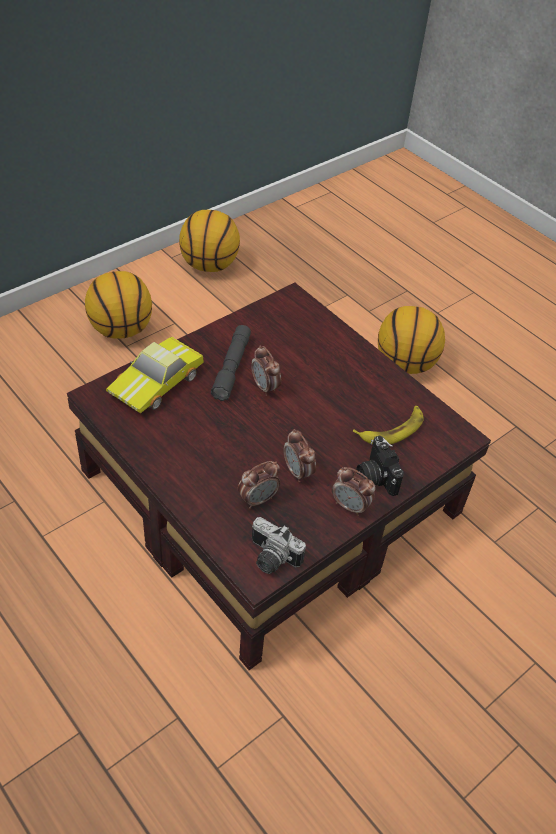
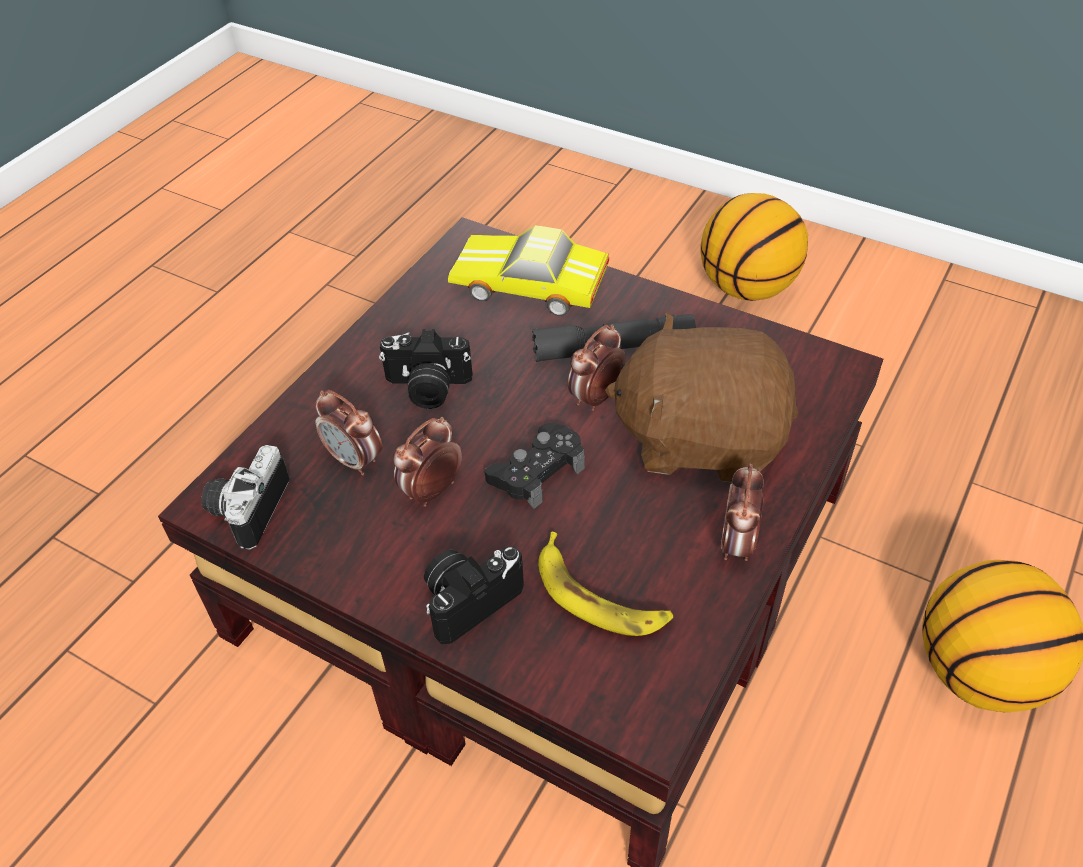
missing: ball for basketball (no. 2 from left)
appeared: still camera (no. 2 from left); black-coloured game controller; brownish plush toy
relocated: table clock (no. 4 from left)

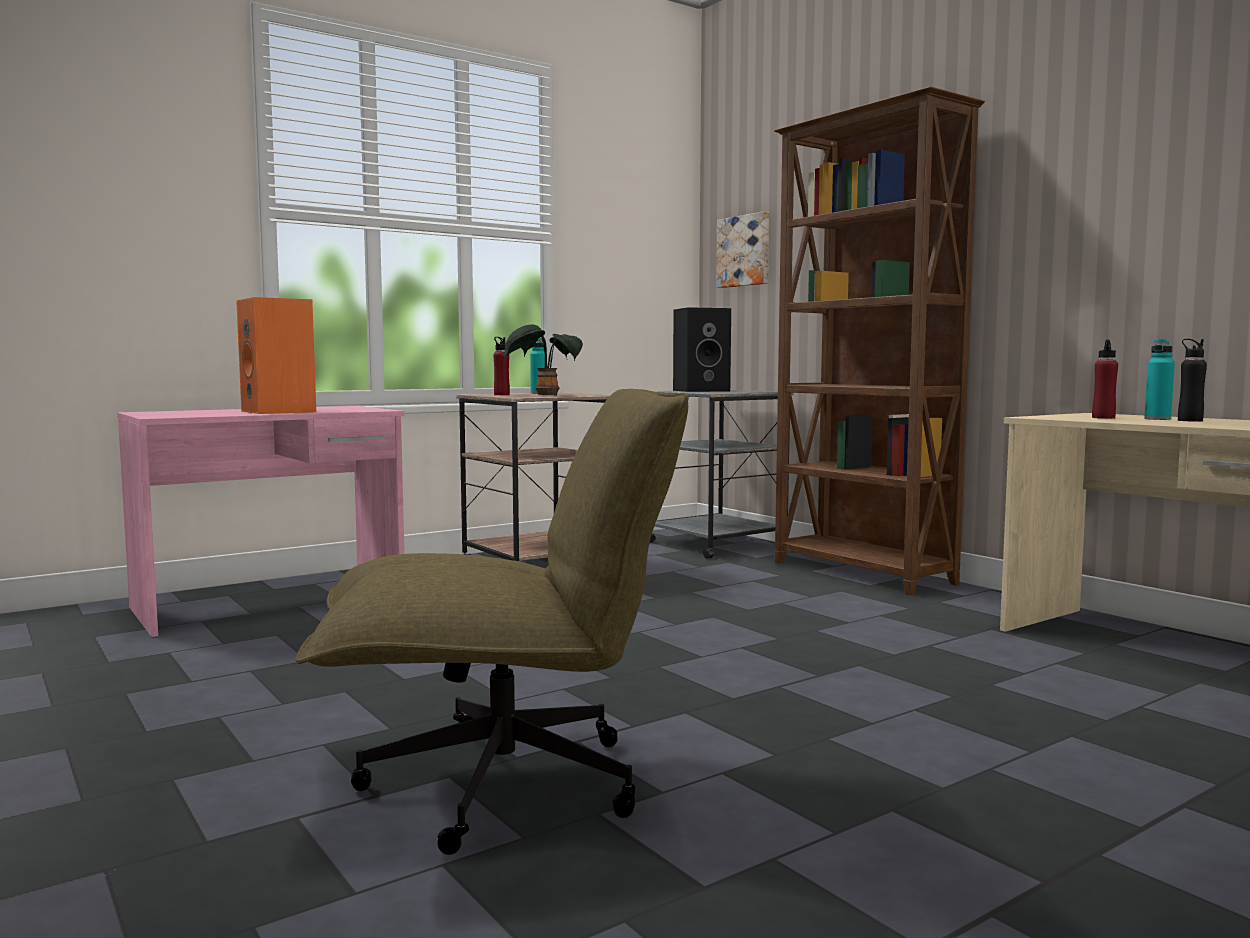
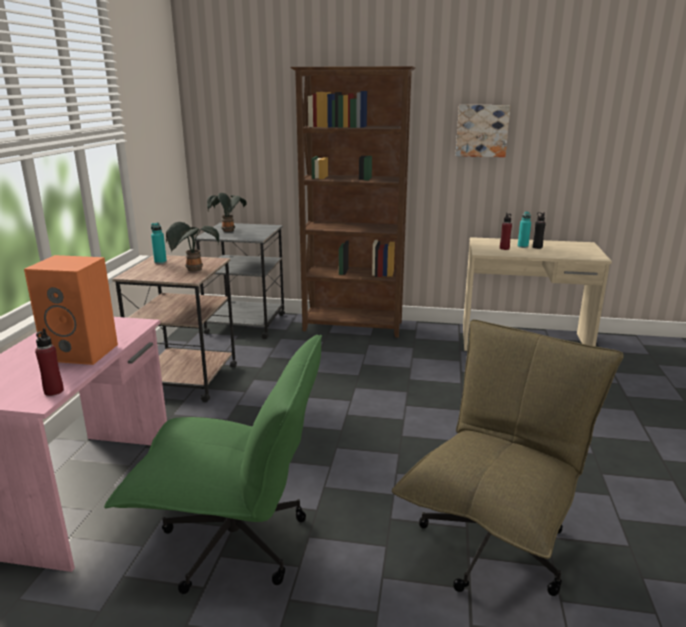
appeared: green-coloured computer chair
relocated: reddish drink bottle (no. 1 from left); picture
exchanged: black-coloured loudspeaker to houseplant (no. 2 from left)

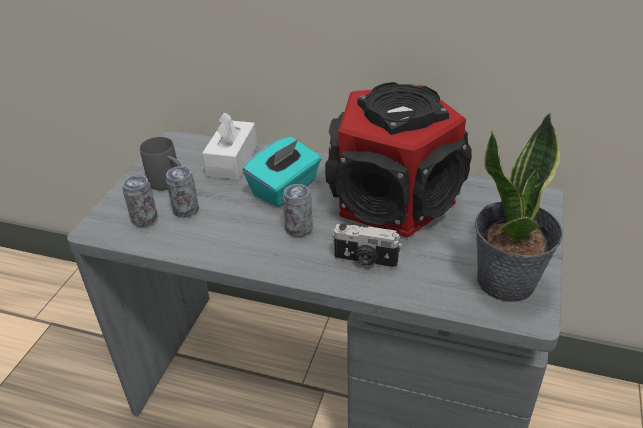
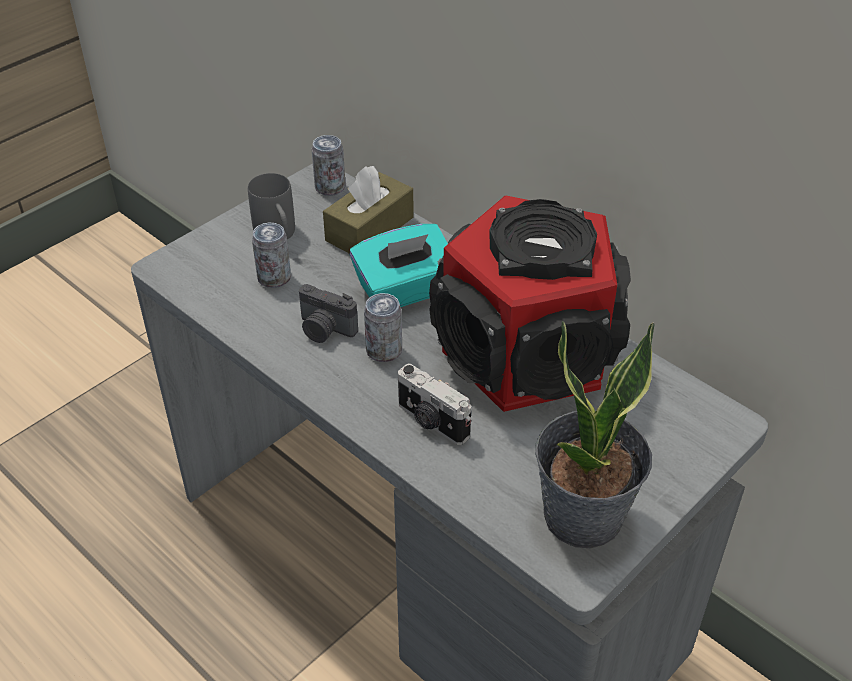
appeared: still camera (no. 1 from left)
relocated: can (no. 1 from left in the first image) to can (no. 2 from left)
colour: white tissue box to brownish tissue box

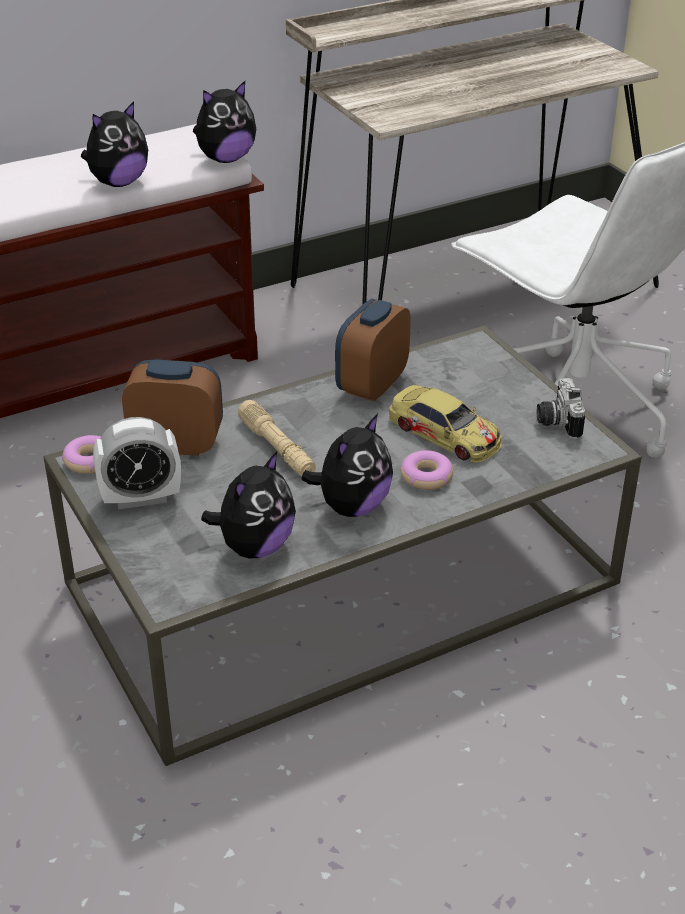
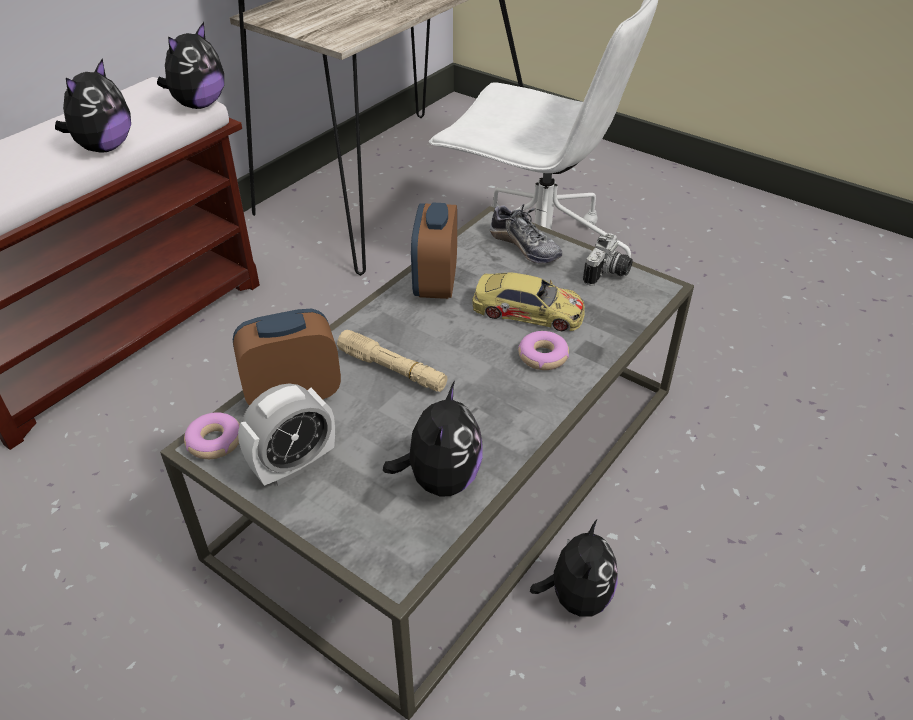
appeared: shoe
relocated: plush toy (no. 4 from left)
spun: still camera 120 degrees counterclockwise

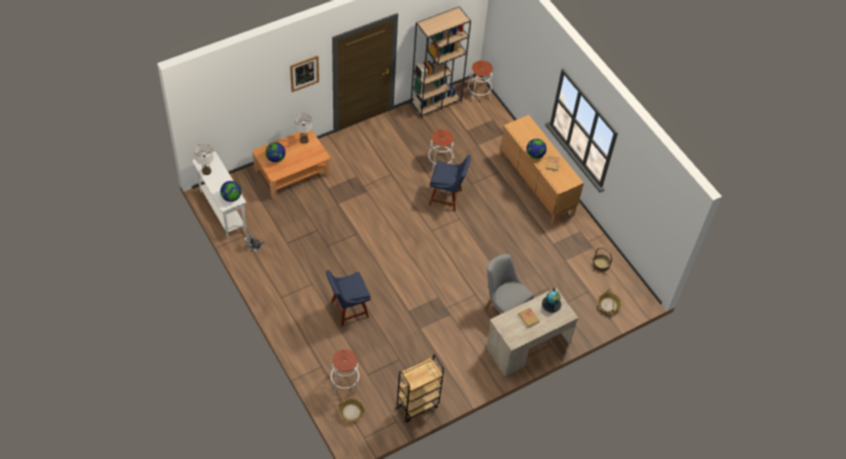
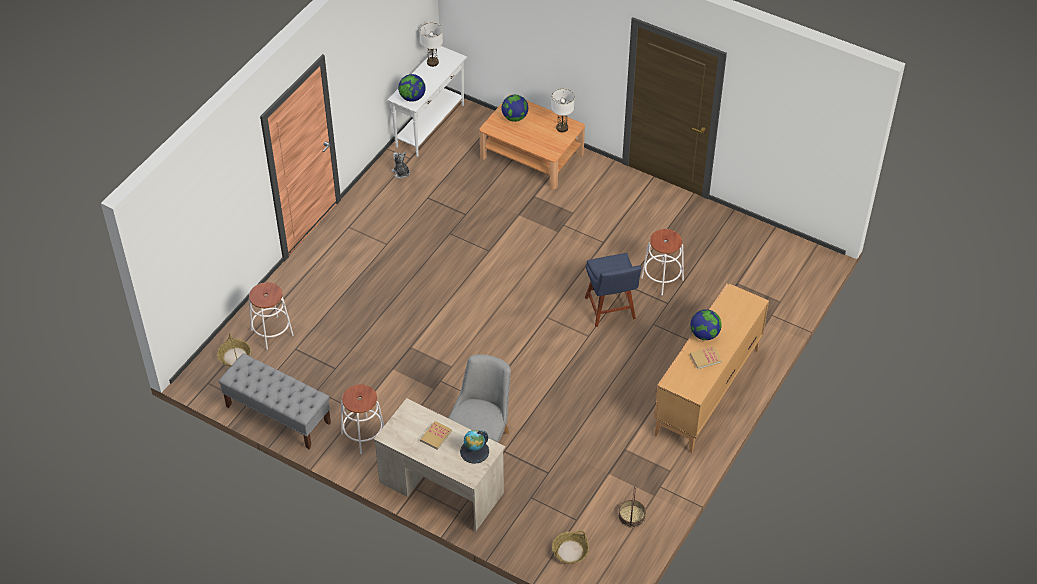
missing: picture; bluish plain chair (no. 1 from left); shelving unit
relocated: white stool (no. 3 from left in the first image) to white stool (no. 2 from left)
exchanged: brownish trolley to greyish bench

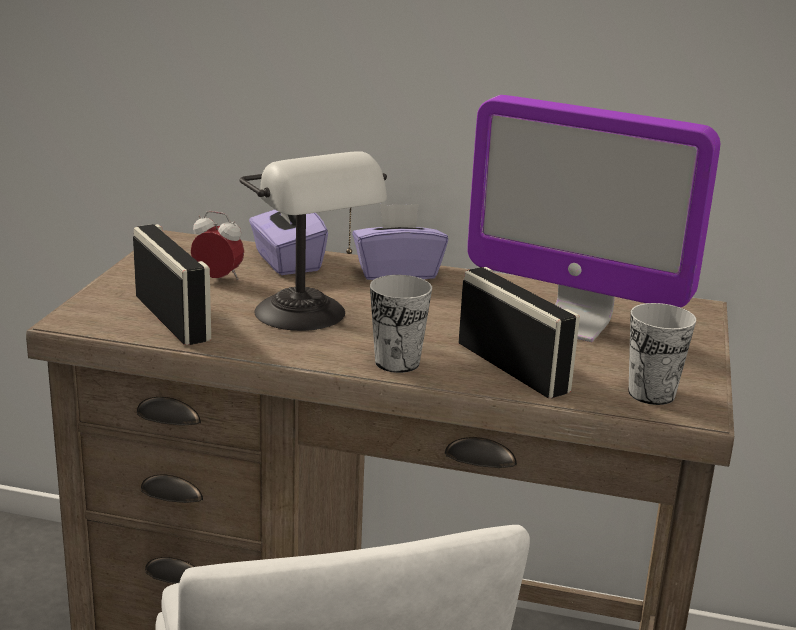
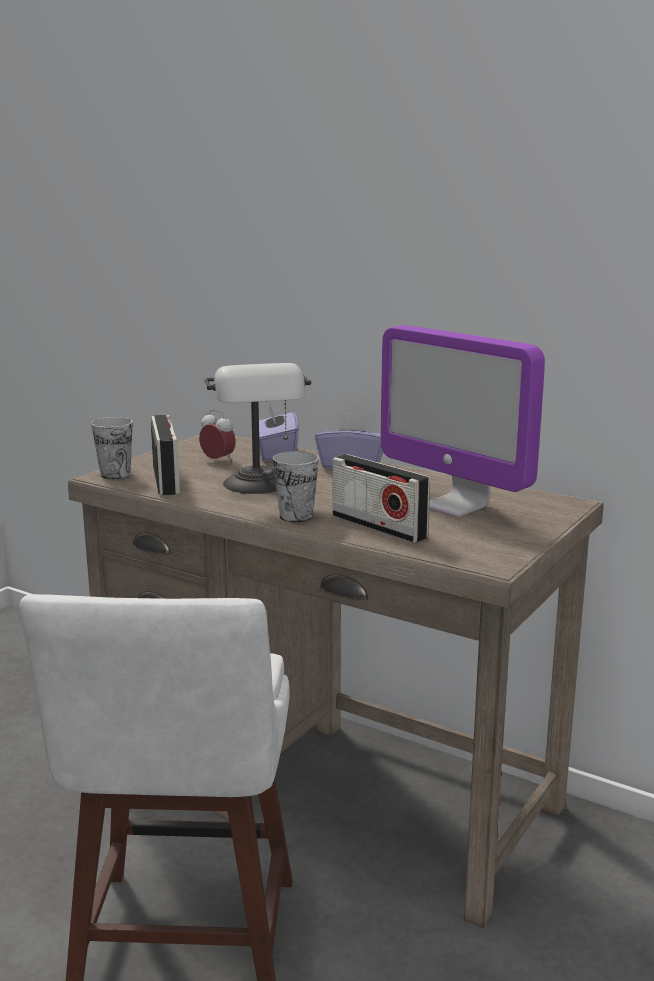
relocated: drinking cup (no. 2 from left in the first image) to drinking cup (no. 1 from left)
spun: radio (no. 2 from left) 150 degrees clockwise

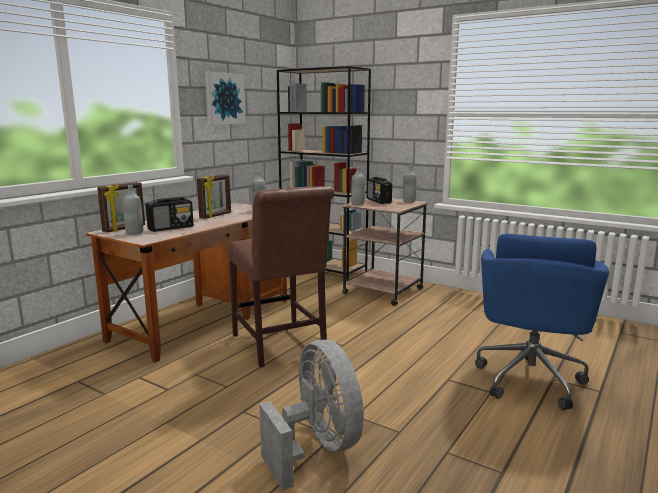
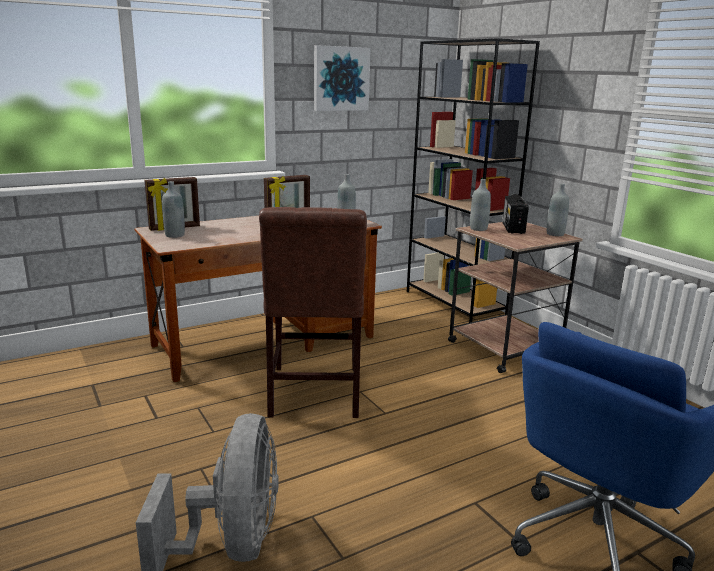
missing: radio (no. 1 from left)

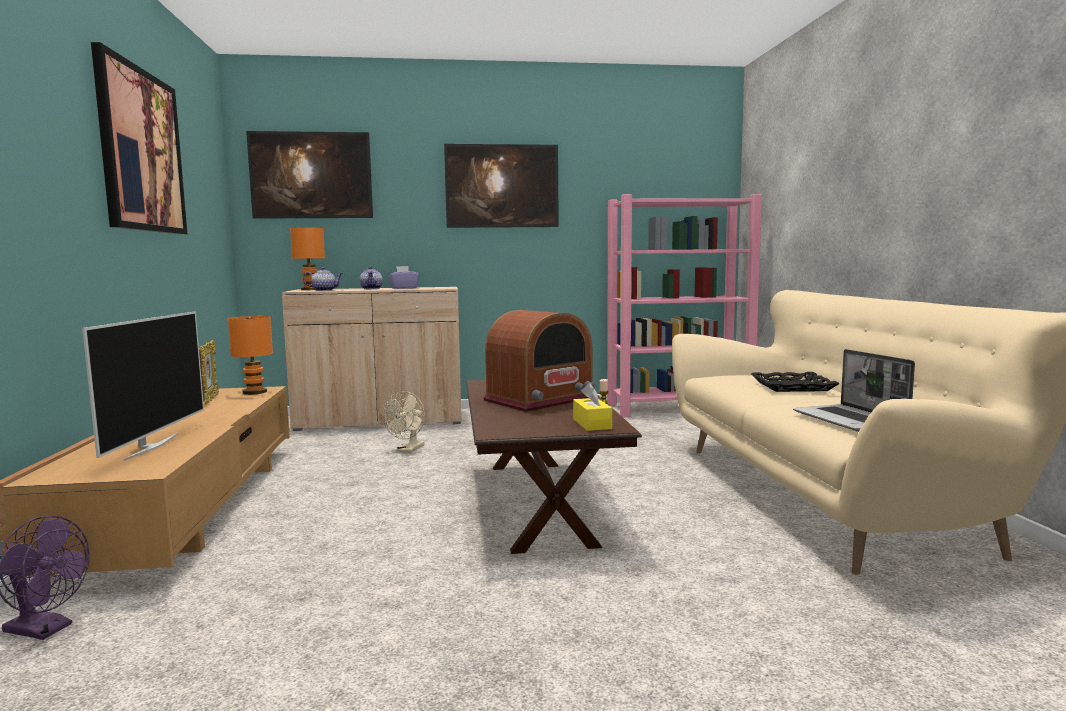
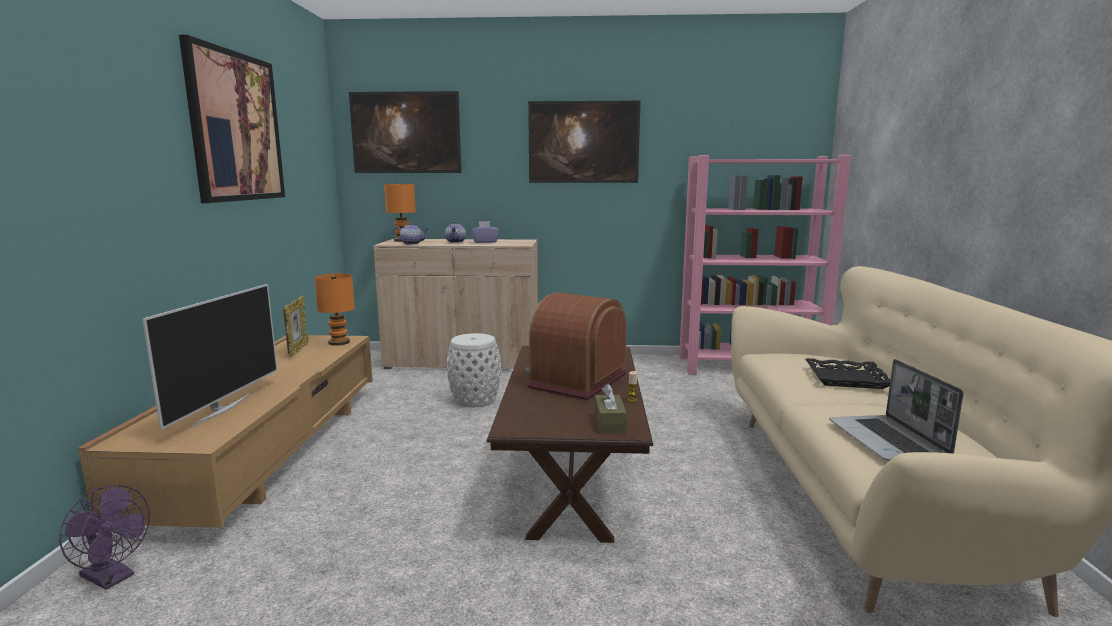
exchanged: sand-coloured electric fan to white stool
colour: yellowish tissue box to brownish tissue box
spun: radio 150 degrees clockwise

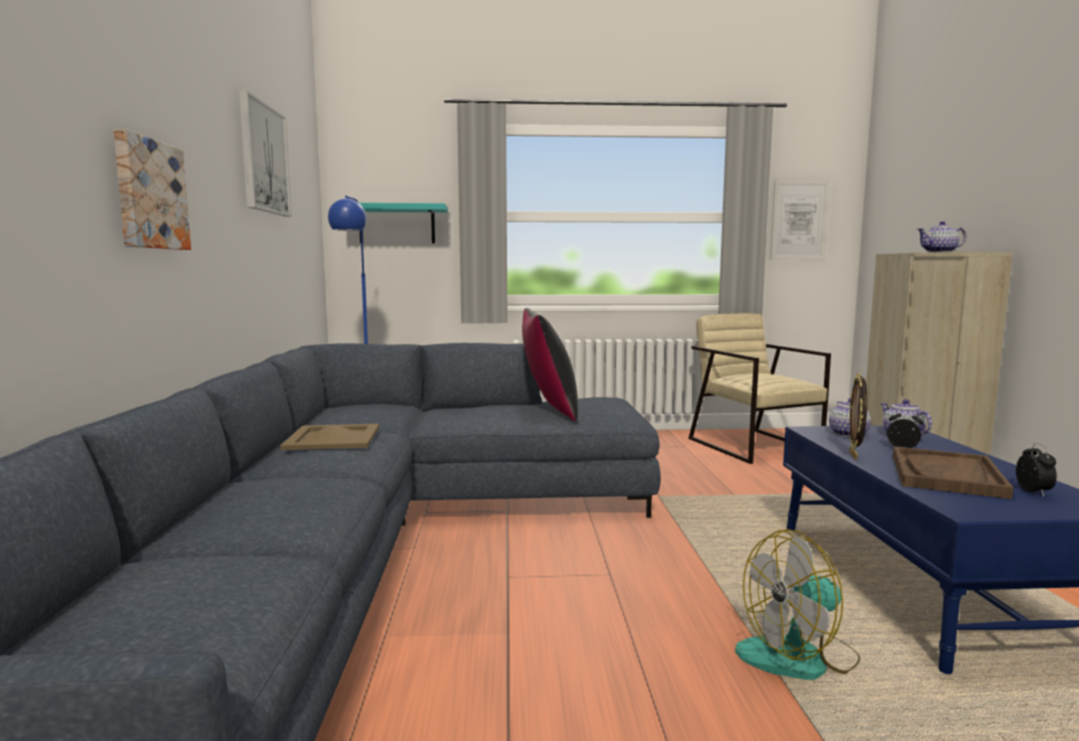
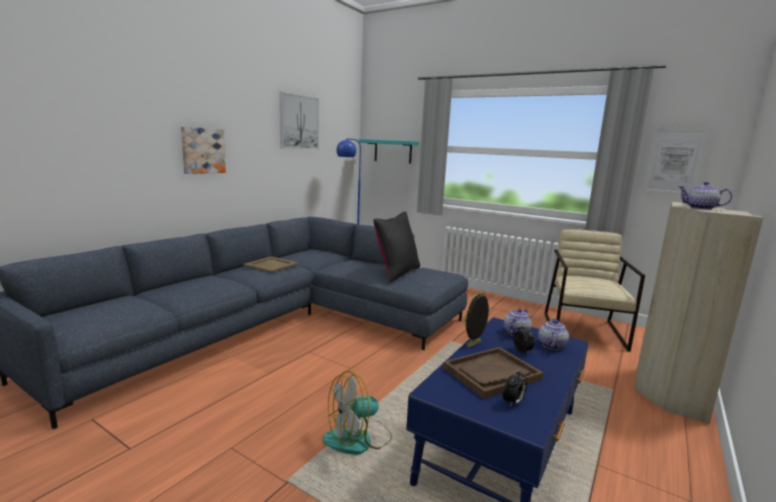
spun: electric fan 45 degrees counterclockwise

